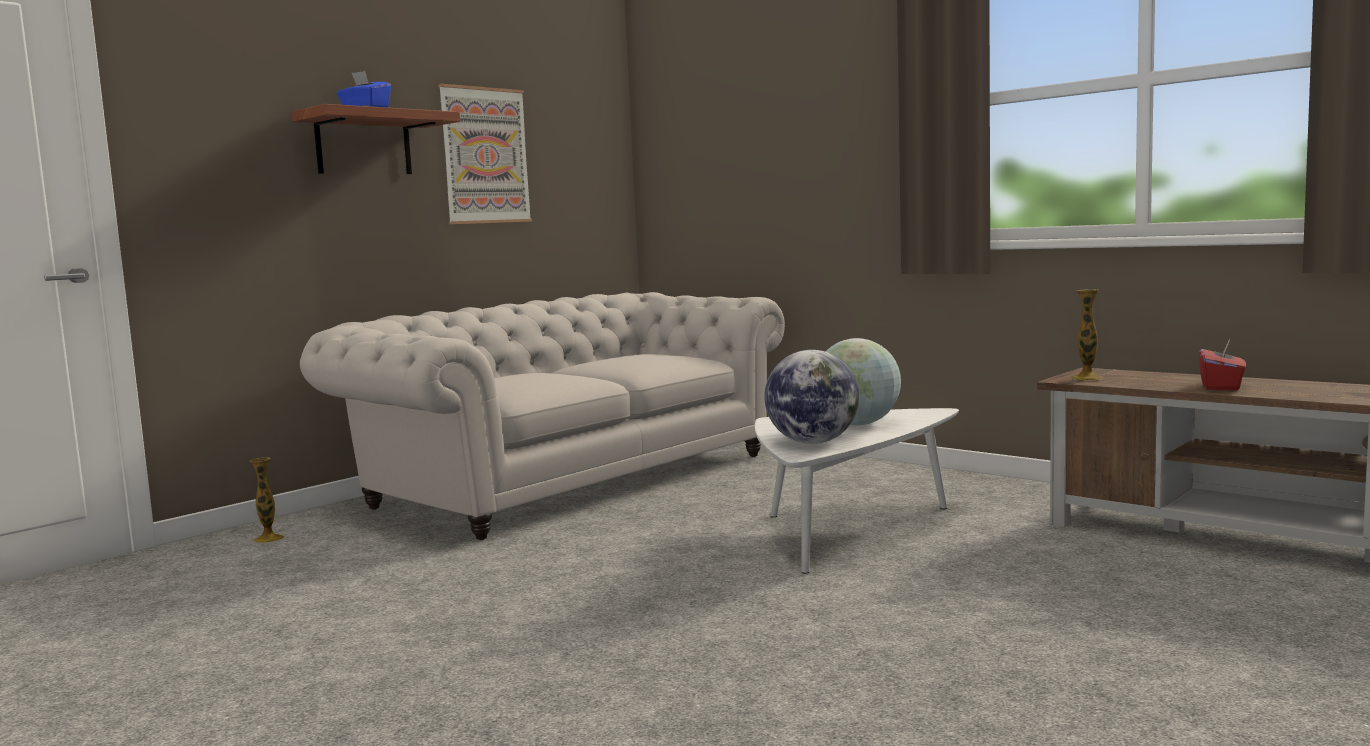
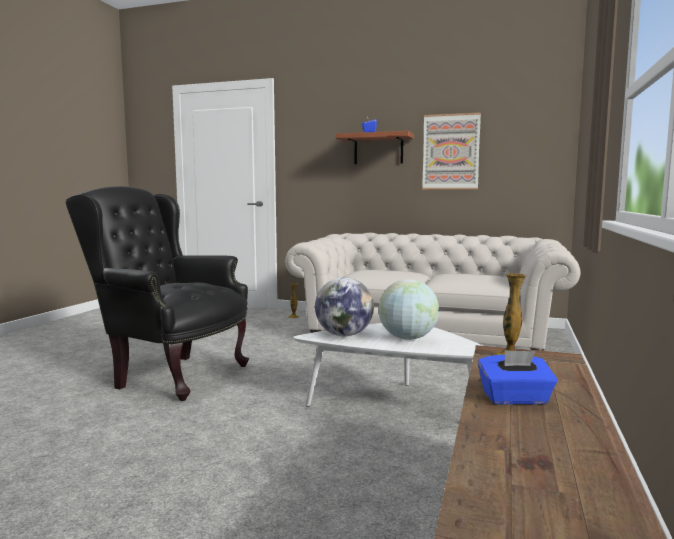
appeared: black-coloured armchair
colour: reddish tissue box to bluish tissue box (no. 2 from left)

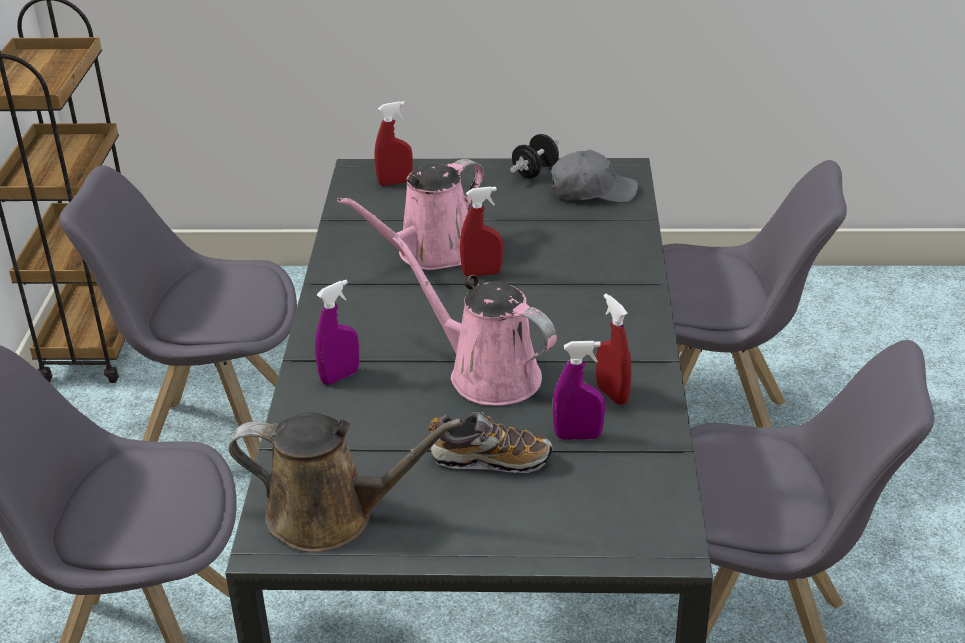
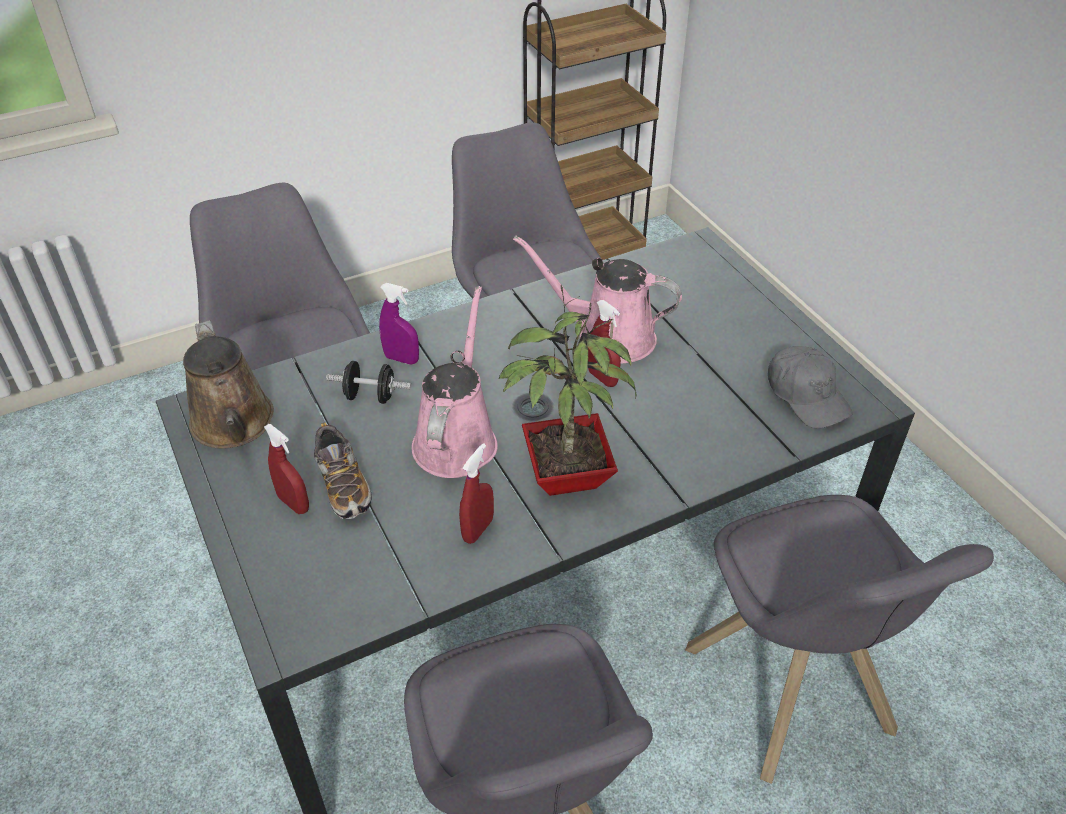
missing: purplish spray bottle (no. 2 from left)
appeared: houseplant
relocated: reddish spray bottle (no. 1 from left); black-coloured free weight

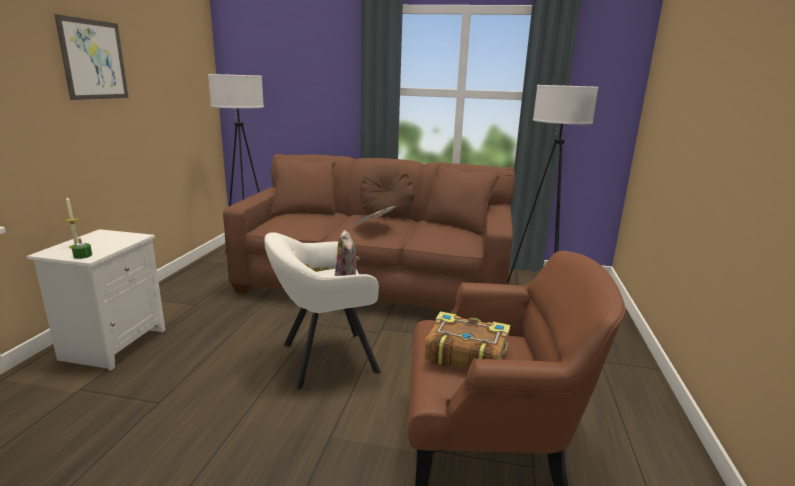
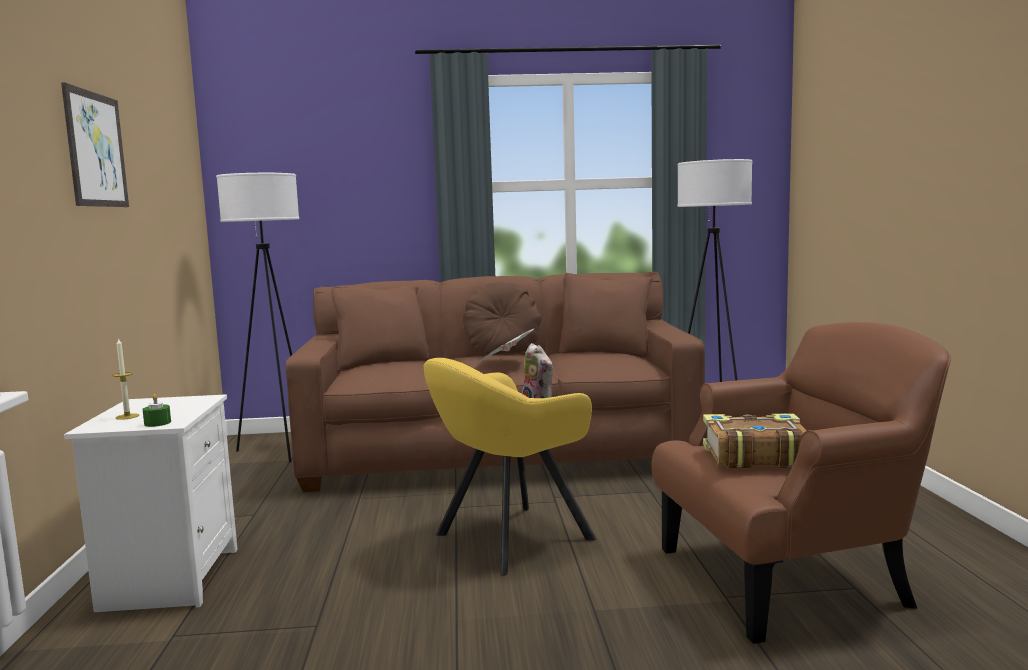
colour: white armchair to yellowish armchair

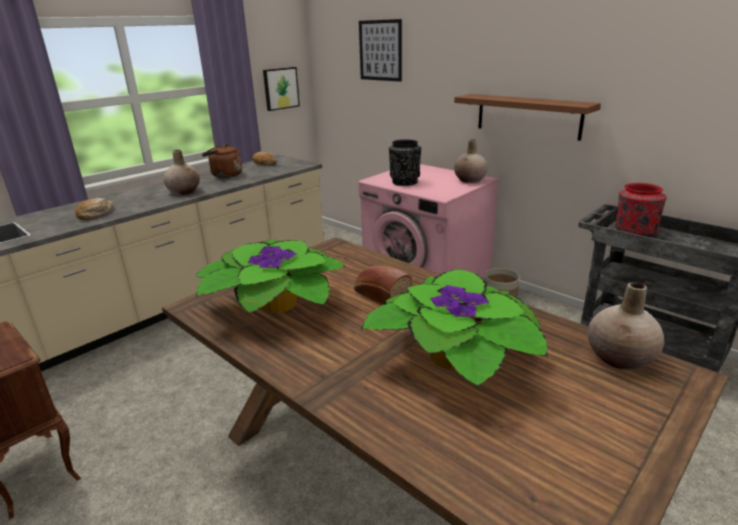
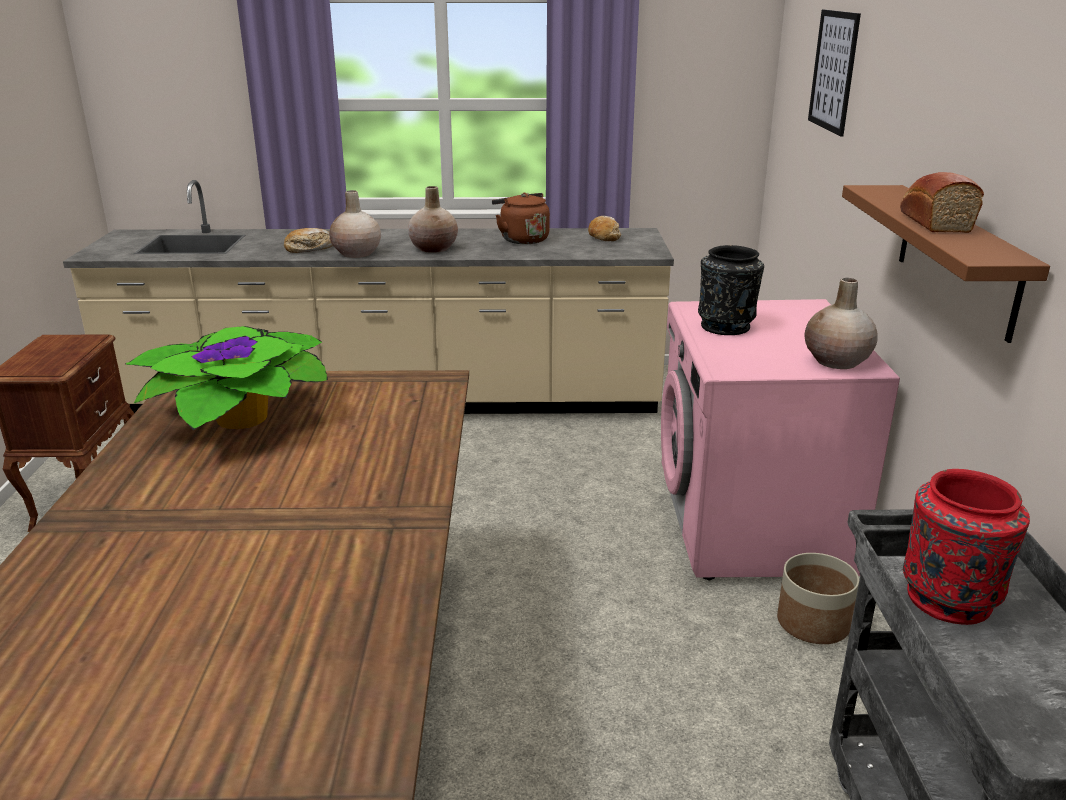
missing: picture (no. 1 from left); houseplant (no. 2 from left)
relocated: sand-coloured vase (no. 3 from left in the first image) to sand-coloured vase (no. 1 from left); baked bread (no. 3 from left)

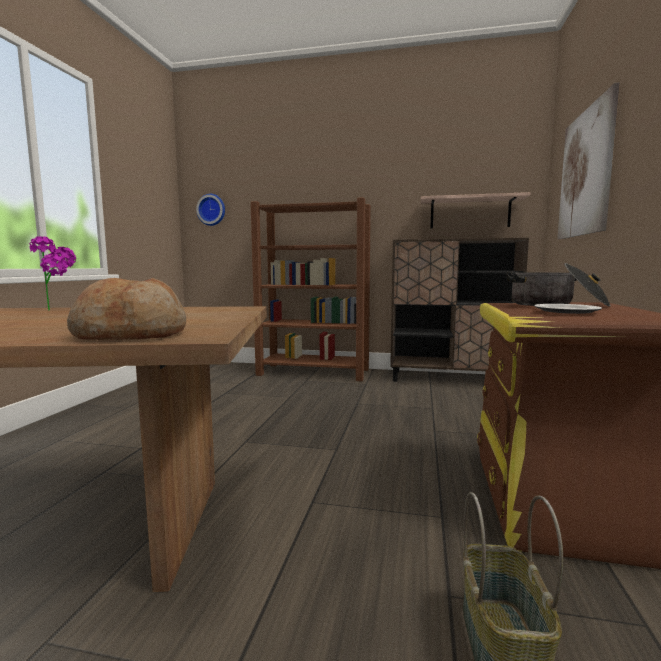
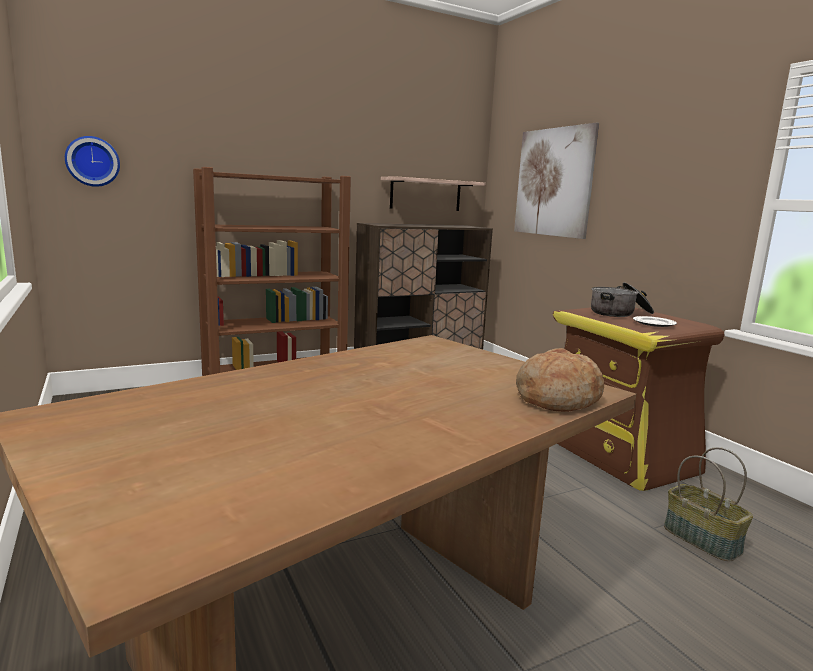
missing: houseplant

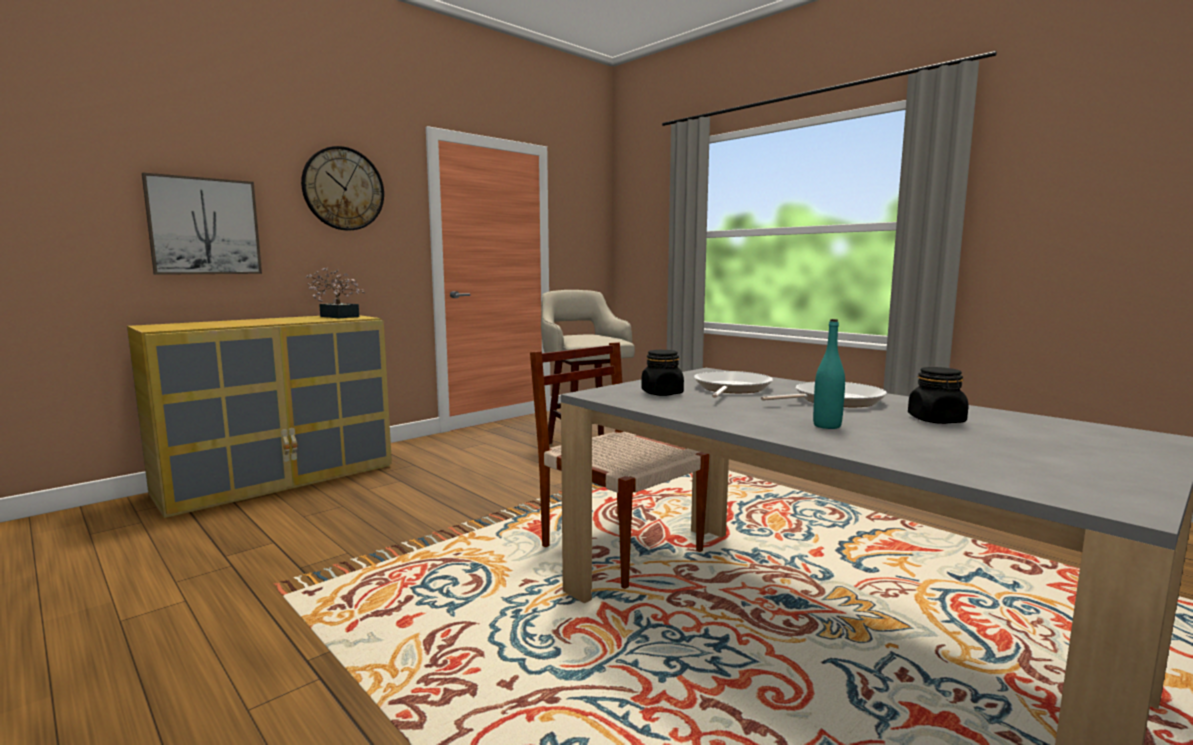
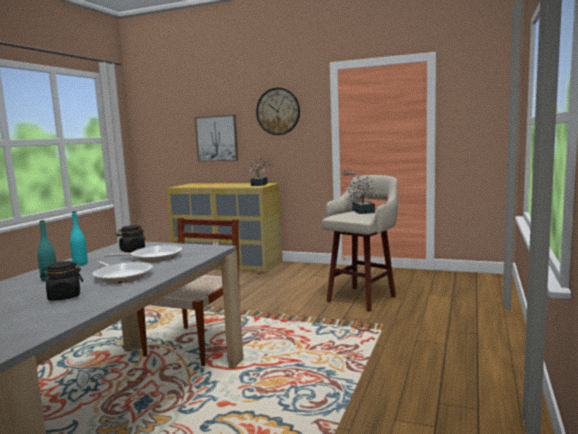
appeared: turquoise-coloured drink bottle (no. 2 from left); houseplant (no. 2 from left)

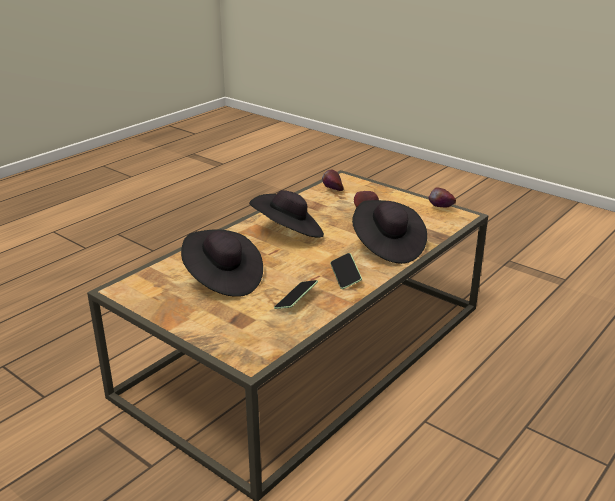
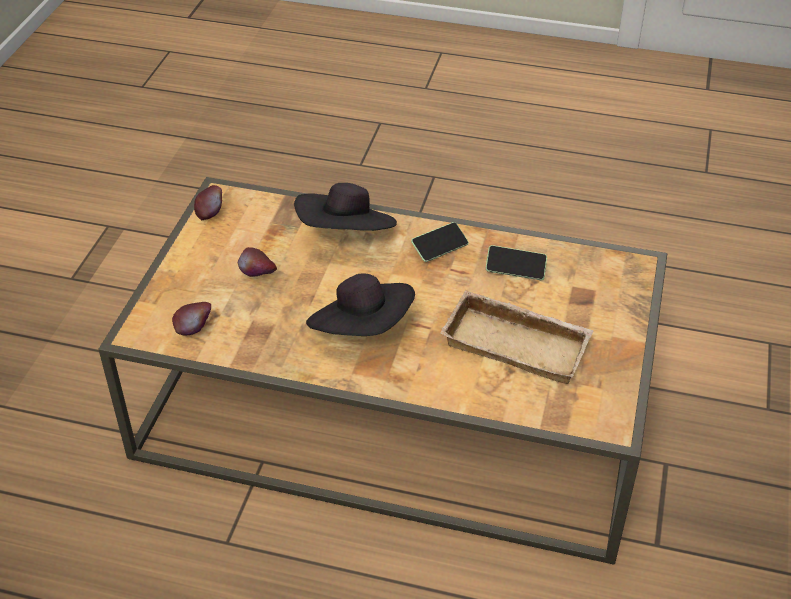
exchanged: black-coloured clothing hat (no. 1 from left) to sand-coloured carrying tray

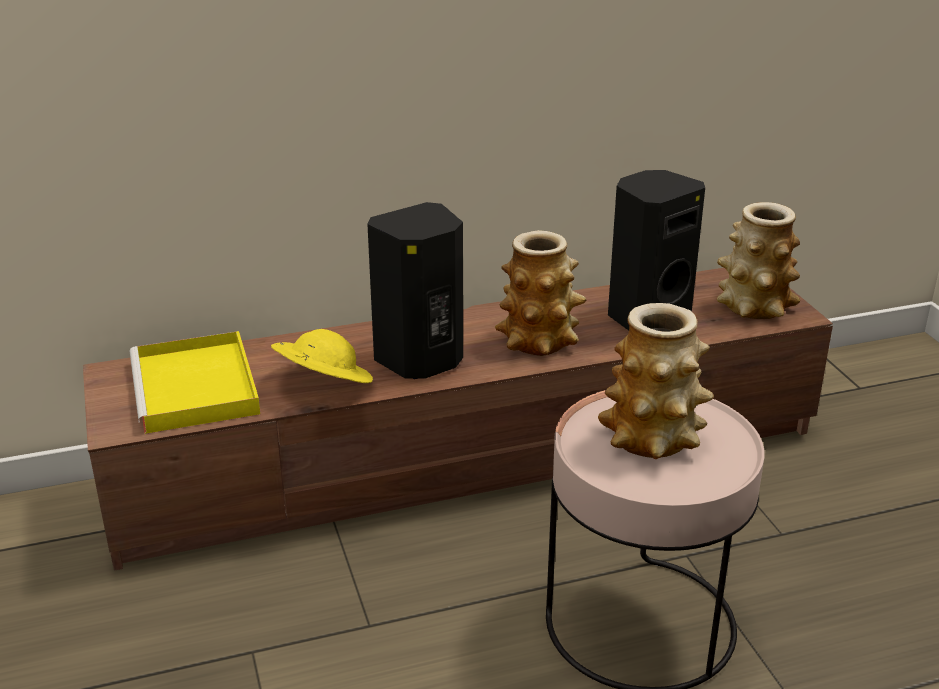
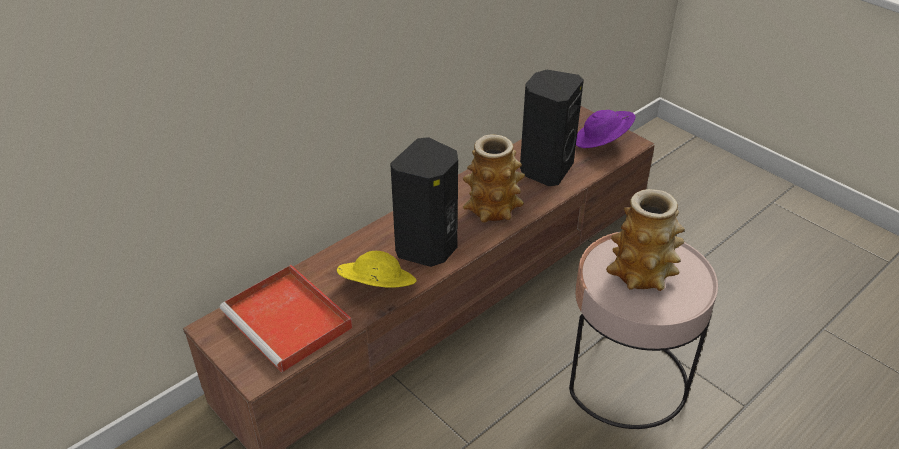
exchanged: vase (no. 3 from left) to purplish clothing hat
colour: yellowish carrying tray to reddish carrying tray

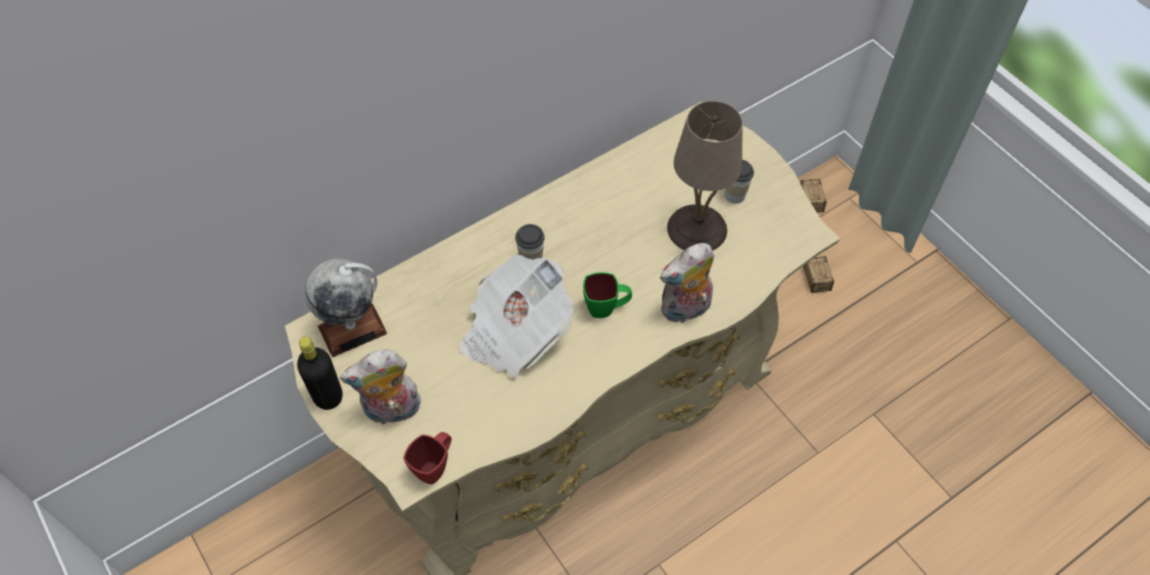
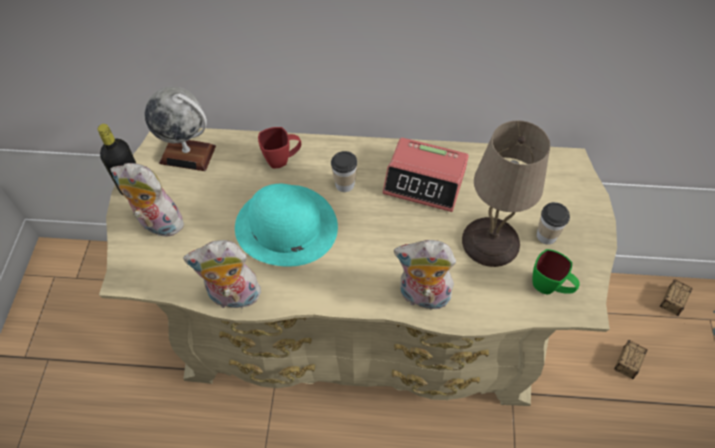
appeared: plush toy (no. 2 from left); table clock
relocated: reddish tea mug; green-coloured tea mug
exchanged: daily paper to turquoise-coloured clothing hat

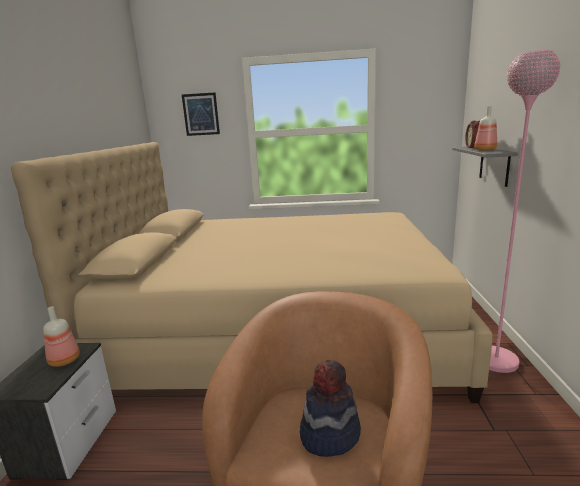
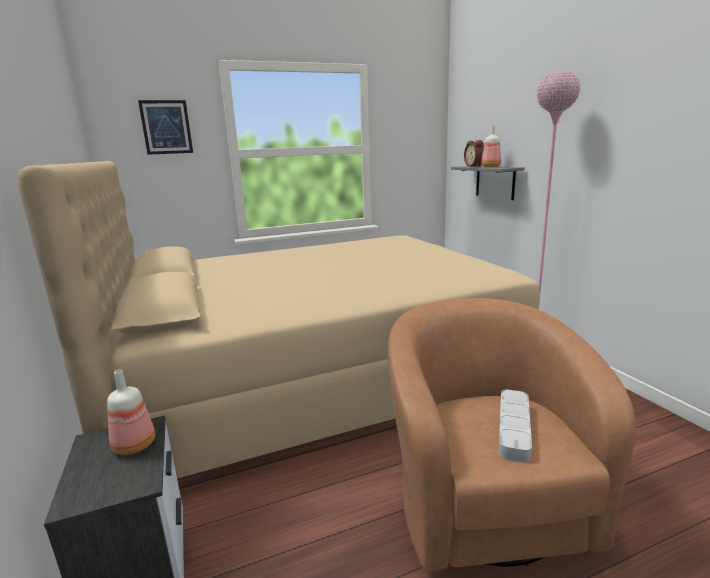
exchanged: clothing hat to greyish carrying tray

